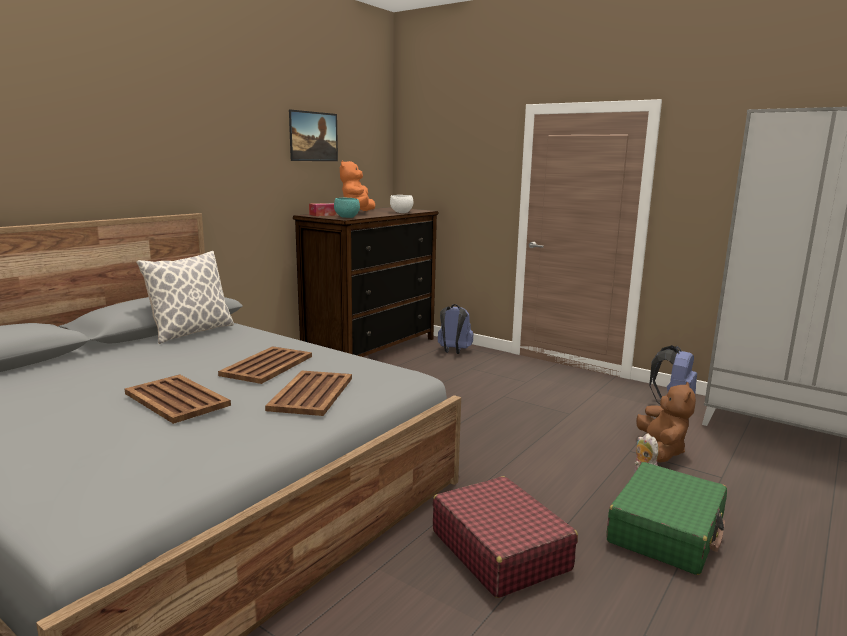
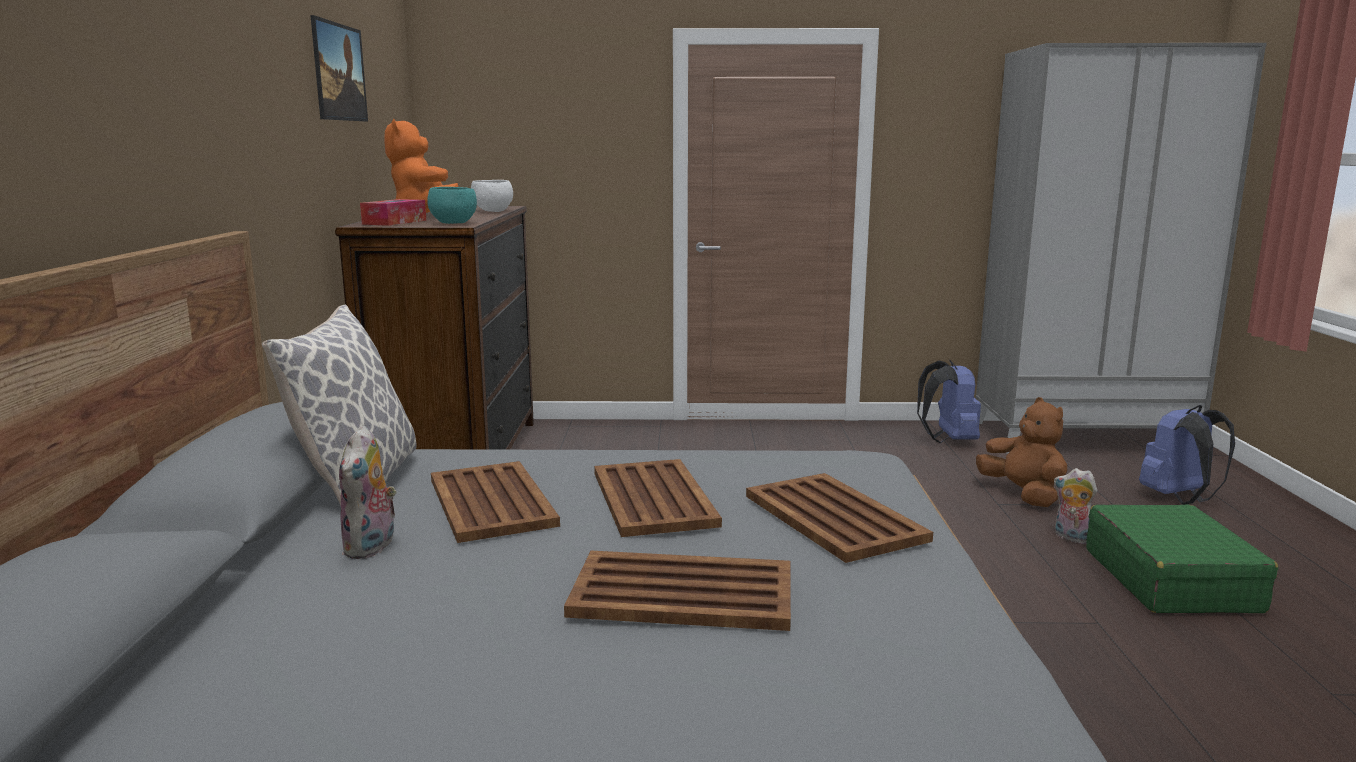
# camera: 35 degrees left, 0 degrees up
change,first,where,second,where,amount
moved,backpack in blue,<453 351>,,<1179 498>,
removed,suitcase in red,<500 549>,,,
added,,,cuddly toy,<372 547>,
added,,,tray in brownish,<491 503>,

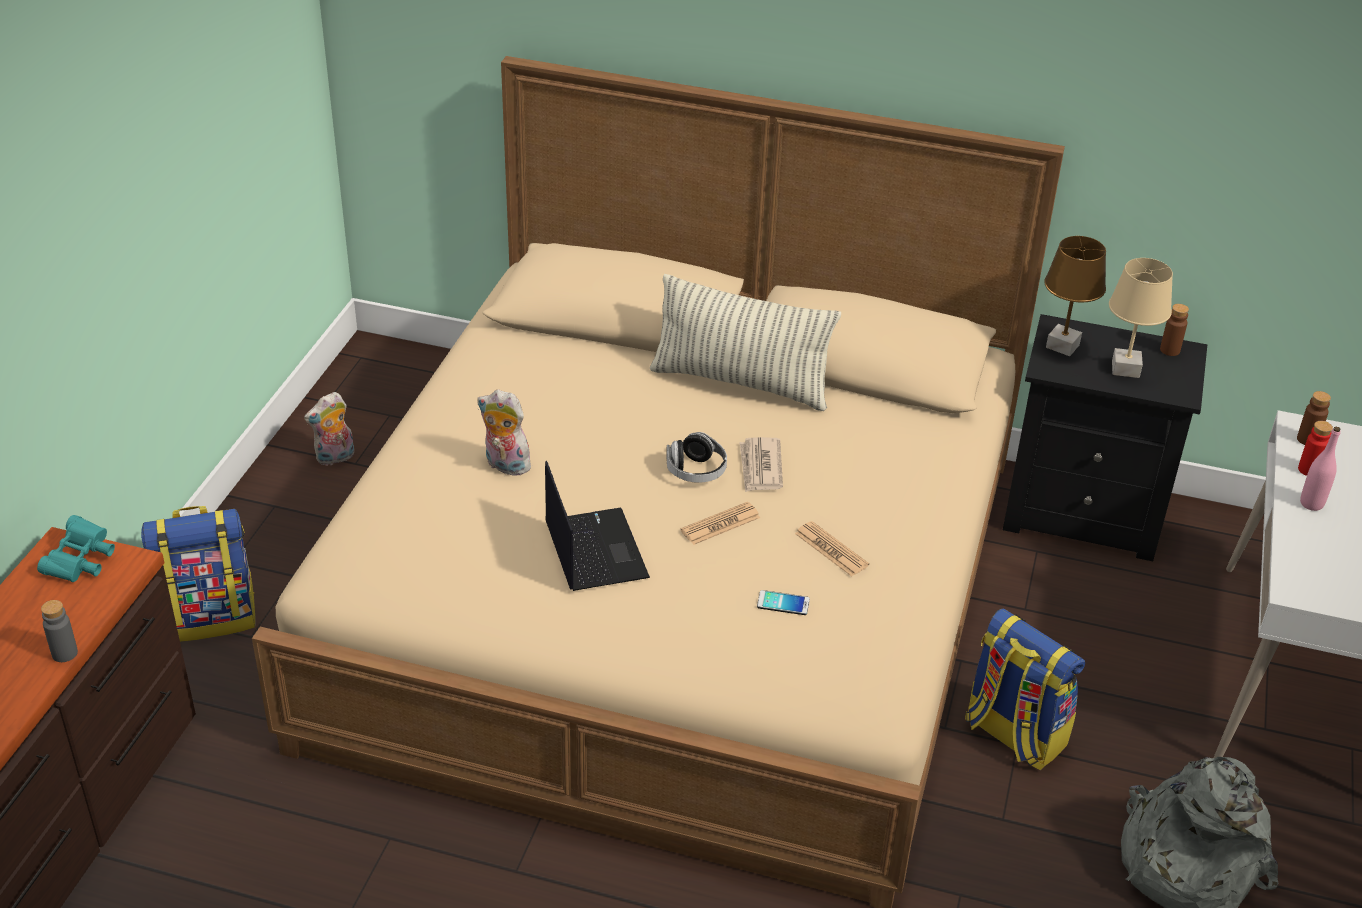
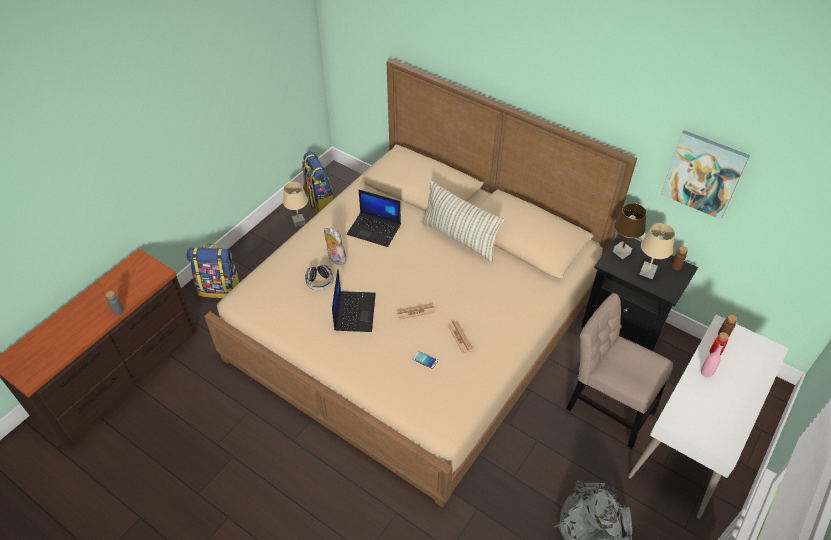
# camera: 20 degrees right, 10 degrees up
change,first,where,second,where,amount
replaced,cuddly toy,<335 458>,lamp for a table in sand-coloured,<299 222>,
moved,headphones,<696 471>,,<320 282>,
removed,daily paper,<760 467>,,,
removed,binoculars in turquoise-coloured,<81 562>,,,
moved,backpack,<1013 734>,,<318 200>,
added,,,picture,<703 174>,
added,,,notebook computer,<375 229>,
added,,,upright chair in sand-coloured,<606 406>,

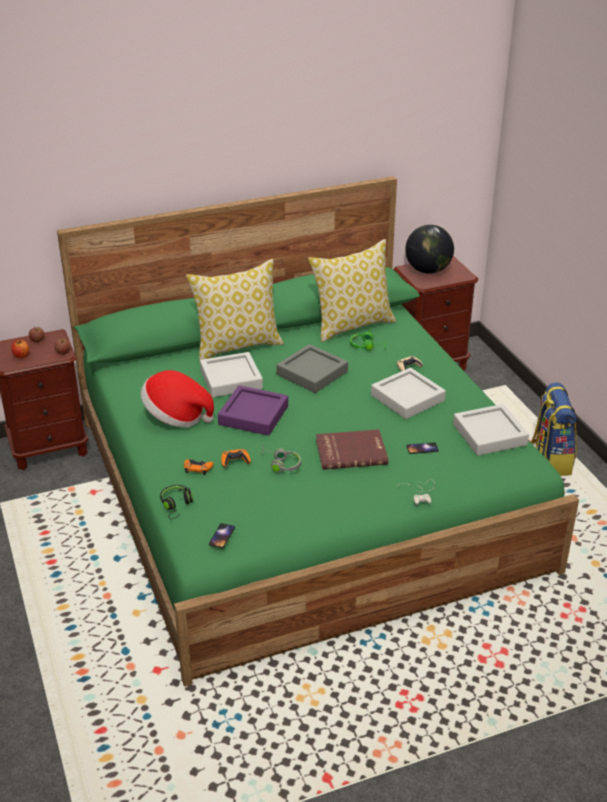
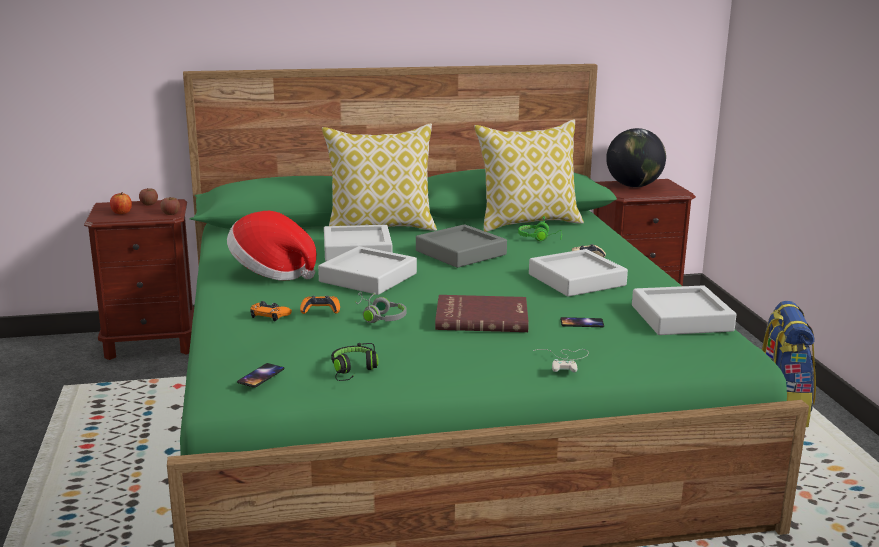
# camera: 10 degrees right, 15 degrees down
change,first,where,second,where,amount
recoloured,tray in purplish,<253 415>,tray in grey,<368 277>,
moved,headphones in black,<176 505>,,<353 370>,

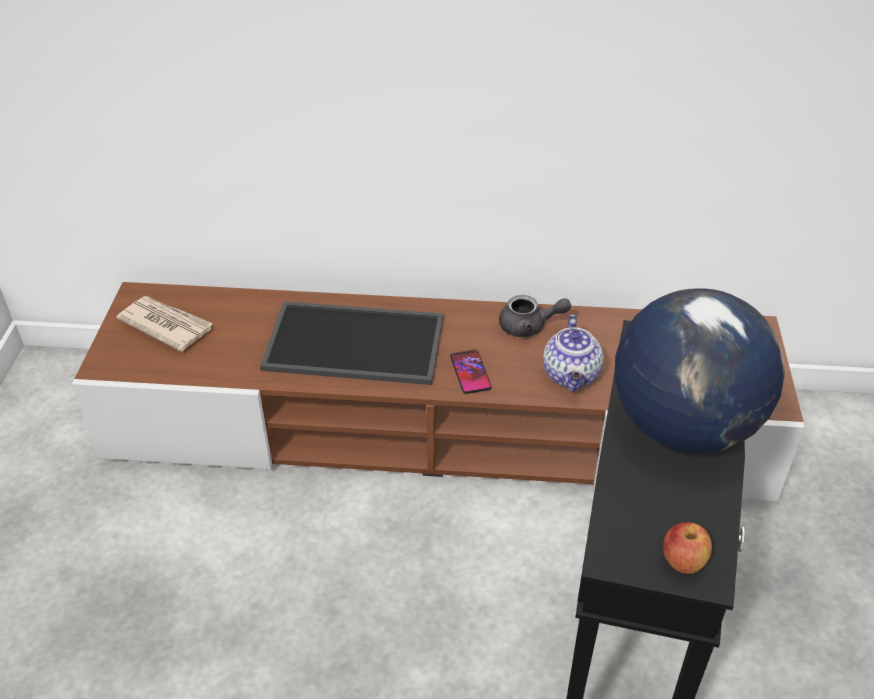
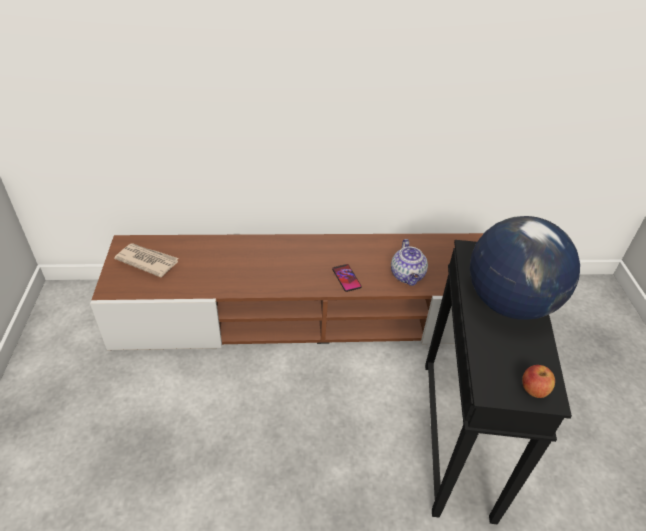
# camera: 10 degrees left, 0 degrees up
change,first,where,second,where,amount
removed,tea pot in grey,<529 327>,,,
removed,tray,<352 345>,,,

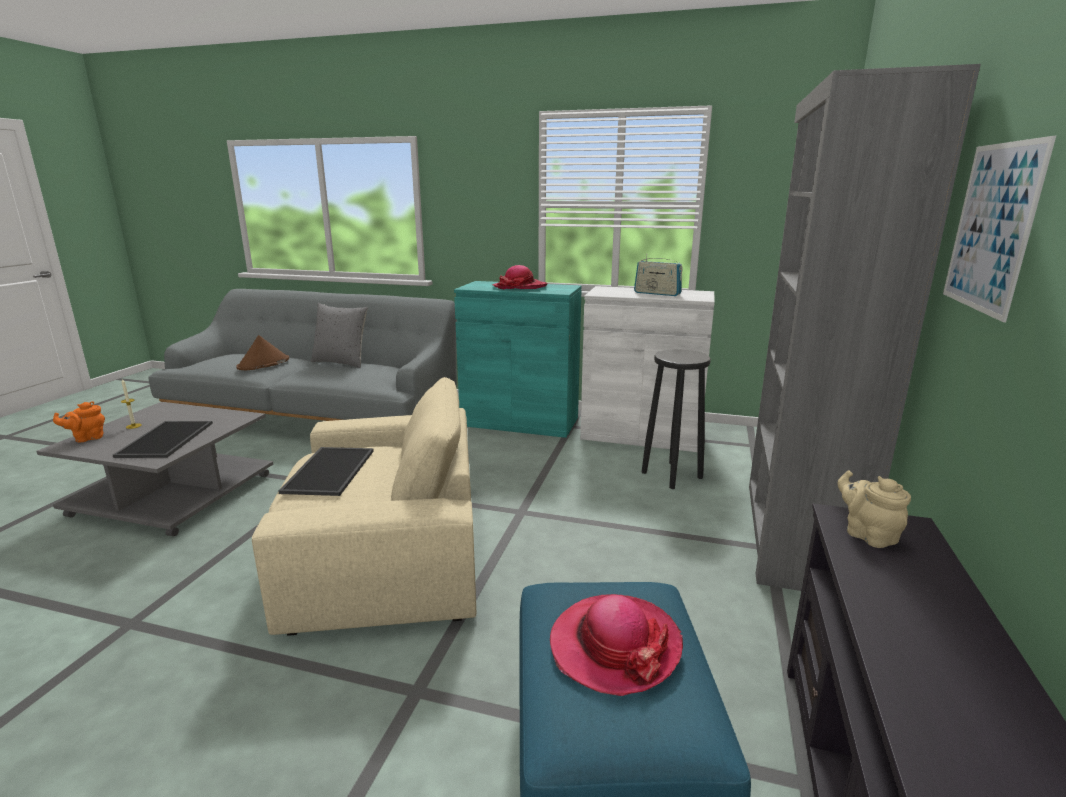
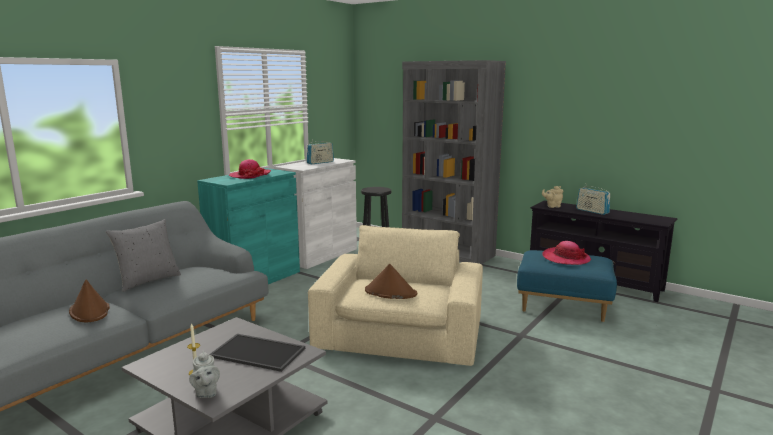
# camera: 70 degrees left, 5 degrees down
change,first,where,second,where,amount
removed,picture,<991 227>,,,
recoloured,tea pot in orange,<87 438>,tea pot in grey,<206 393>,
replaced,tray,<328 470>,wearable hat in brownish,<390 292>,
added,,,radio set,<592 211>,

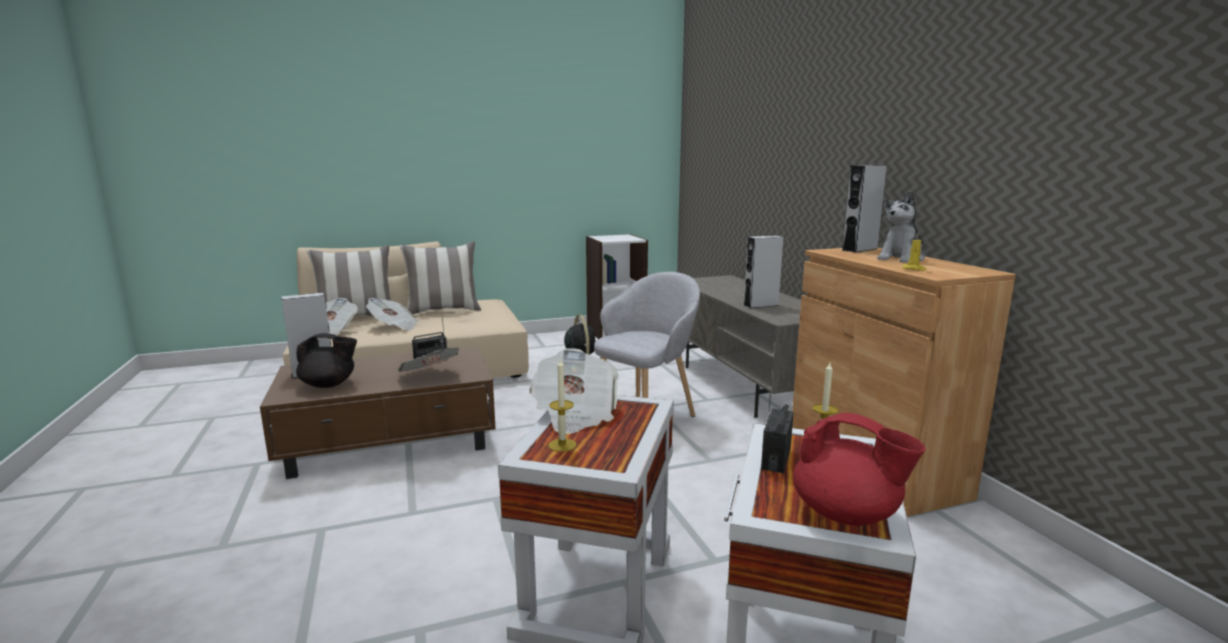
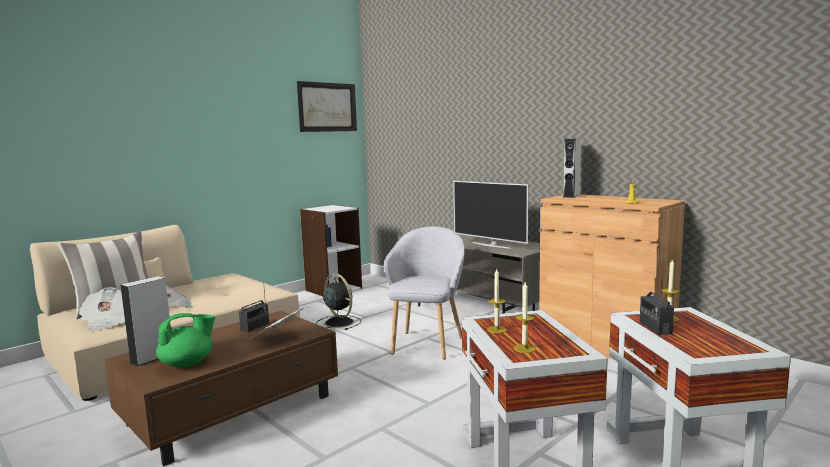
# camera: 25 degrees left, 5 degrees down
change,first,where,second,where,amount
removed,cuddly toy,<901 258>,,,
replaced,loudspeaker in grey,<761 305>,television,<491 245>,
removed,throw pillow,<443 310>,,,
recoloured,tea pot in black,<329 384>,tea pot in greenish,<188 363>,
replaced,daily paper,<574 414>,candle,<496 329>,
removed,tea pot in red,<847 514>,,,
added,,,picture,<327 107>,

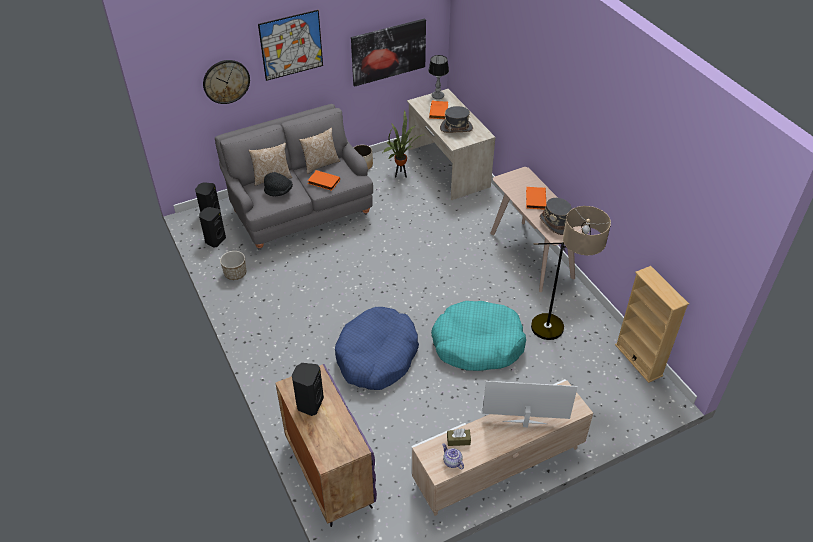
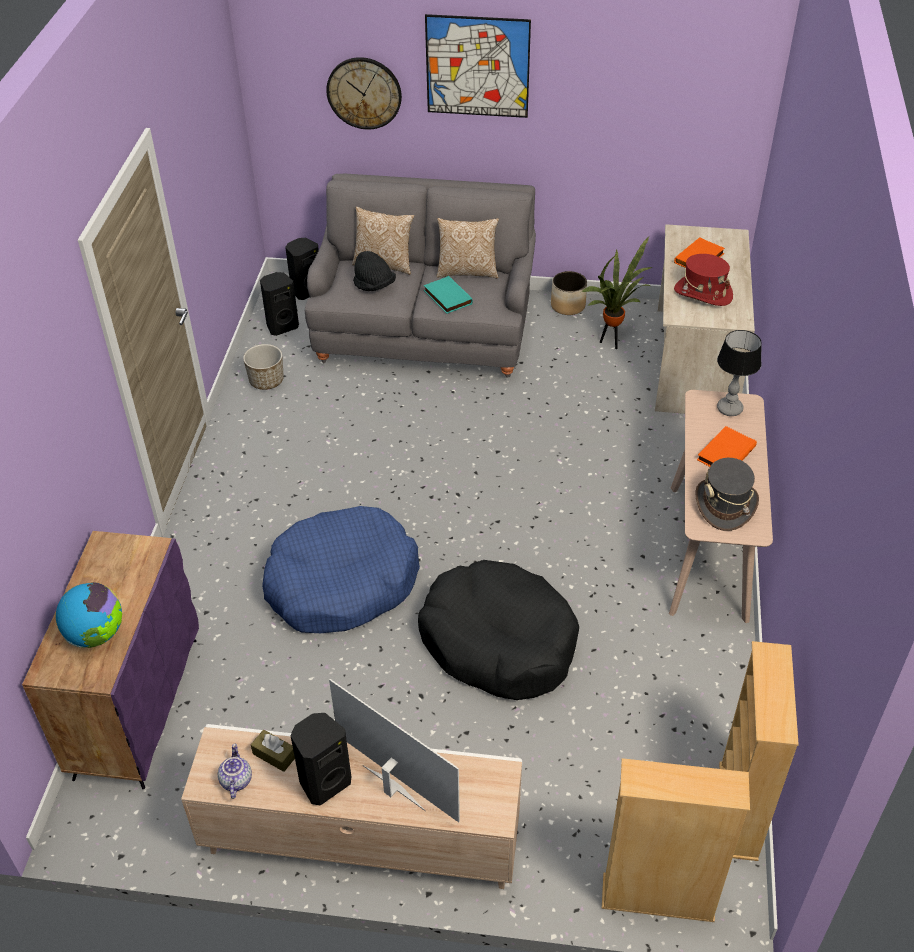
# camera: 35 degrees right, 0 degrees up
change,first,where,second,where,amount
removed,picture,<388 51>,,,
moved,lamp for a table,<438 96>,,<729 409>,
recoloured,wearable hat in grey,<456 128>,wearable hat in red,<703 293>,
recoloured,book in orange,<323 182>,book in turquoise-coloured,<446 297>,
removed,standard lamp,<555 336>,,,
recoloured,pet bed in turquoise-coloured,<477 344>,pet bed in black,<498 642>,
moved,loudspeaker in black,<309 404>,,<324 782>,
added,,,world globe,<96 635>,
added,,,bookcase in sand-coloured,<657 898>,

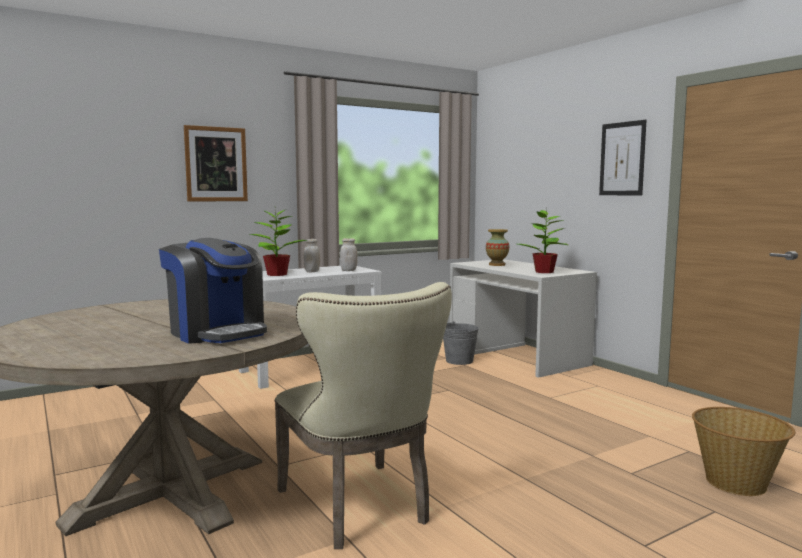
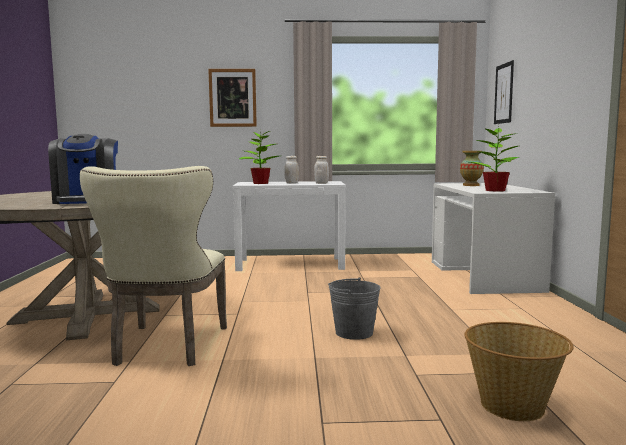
# camera: 30 degrees right, 0 degrees up
change,first,where,second,where,amount
moved,picture,<622 159>,,<504 93>,
moved,pail in grey,<459 361>,,<354 332>,

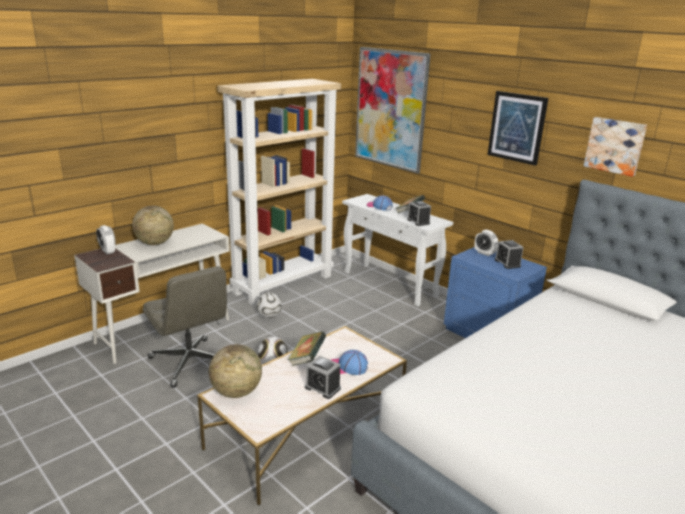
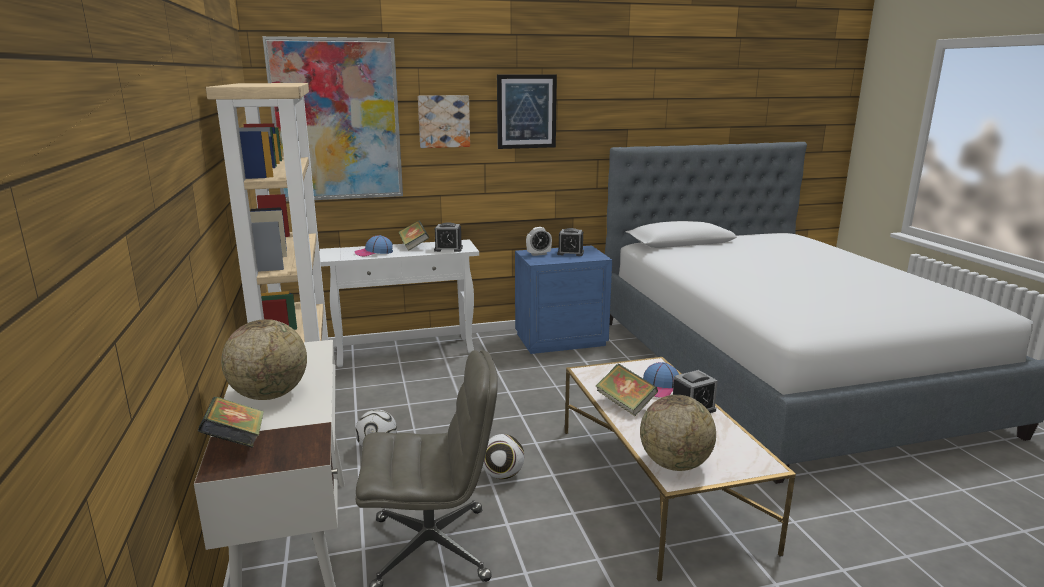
# camera: 60 degrees left, 5 degrees down
change,first,where,second,where,amount
moved,picture,<615 146>,,<443 121>,
replaced,alarm clock,<107 251>,book,<236 443>,

